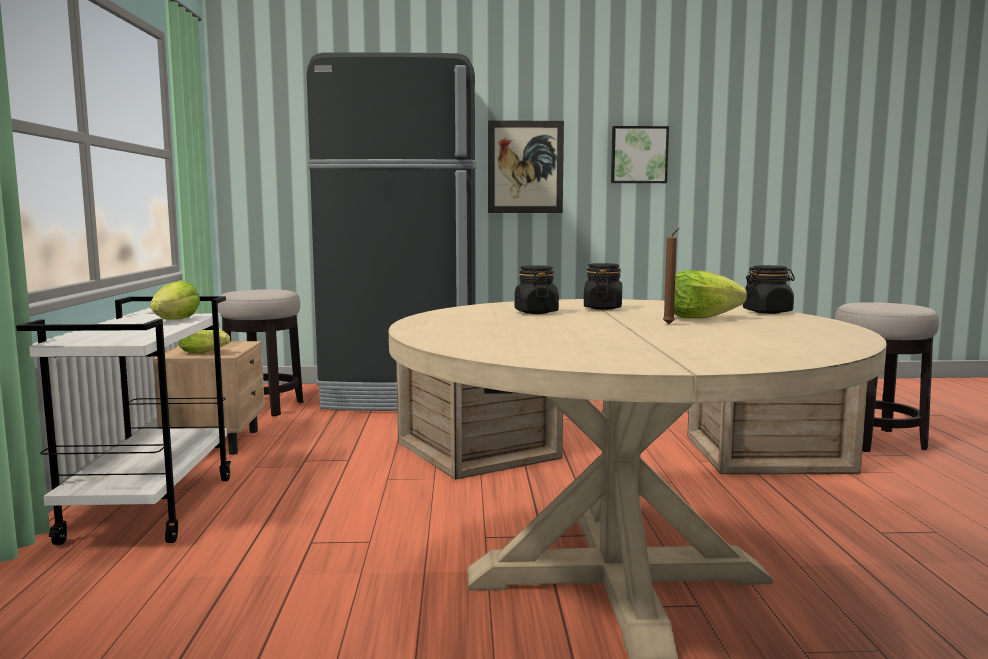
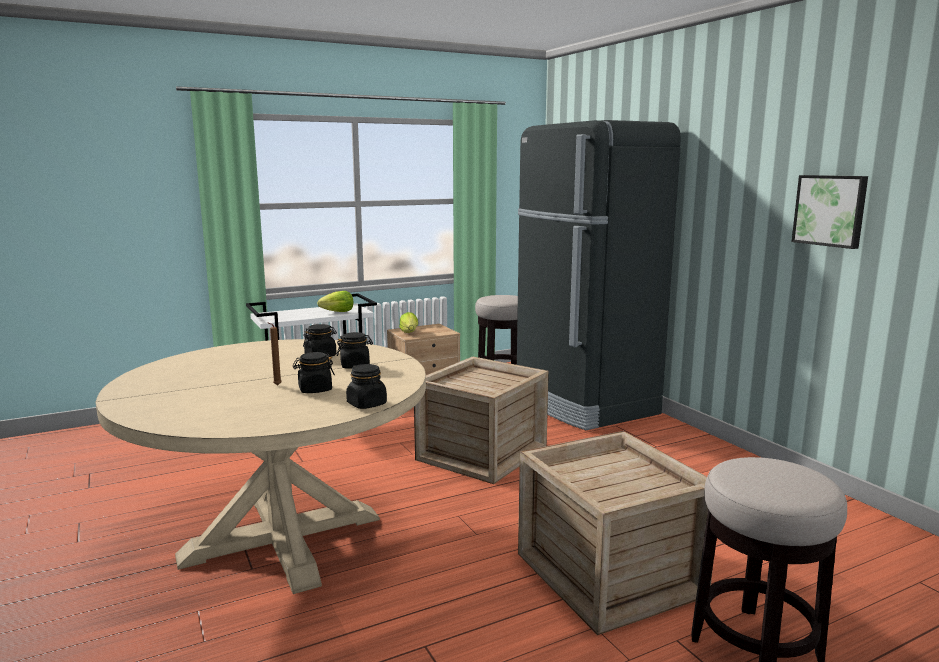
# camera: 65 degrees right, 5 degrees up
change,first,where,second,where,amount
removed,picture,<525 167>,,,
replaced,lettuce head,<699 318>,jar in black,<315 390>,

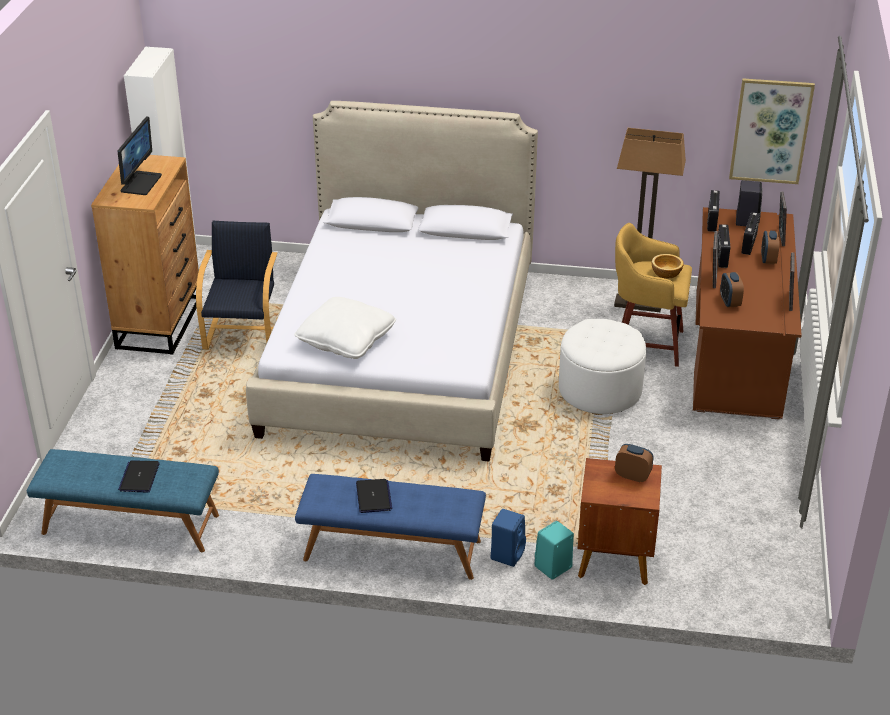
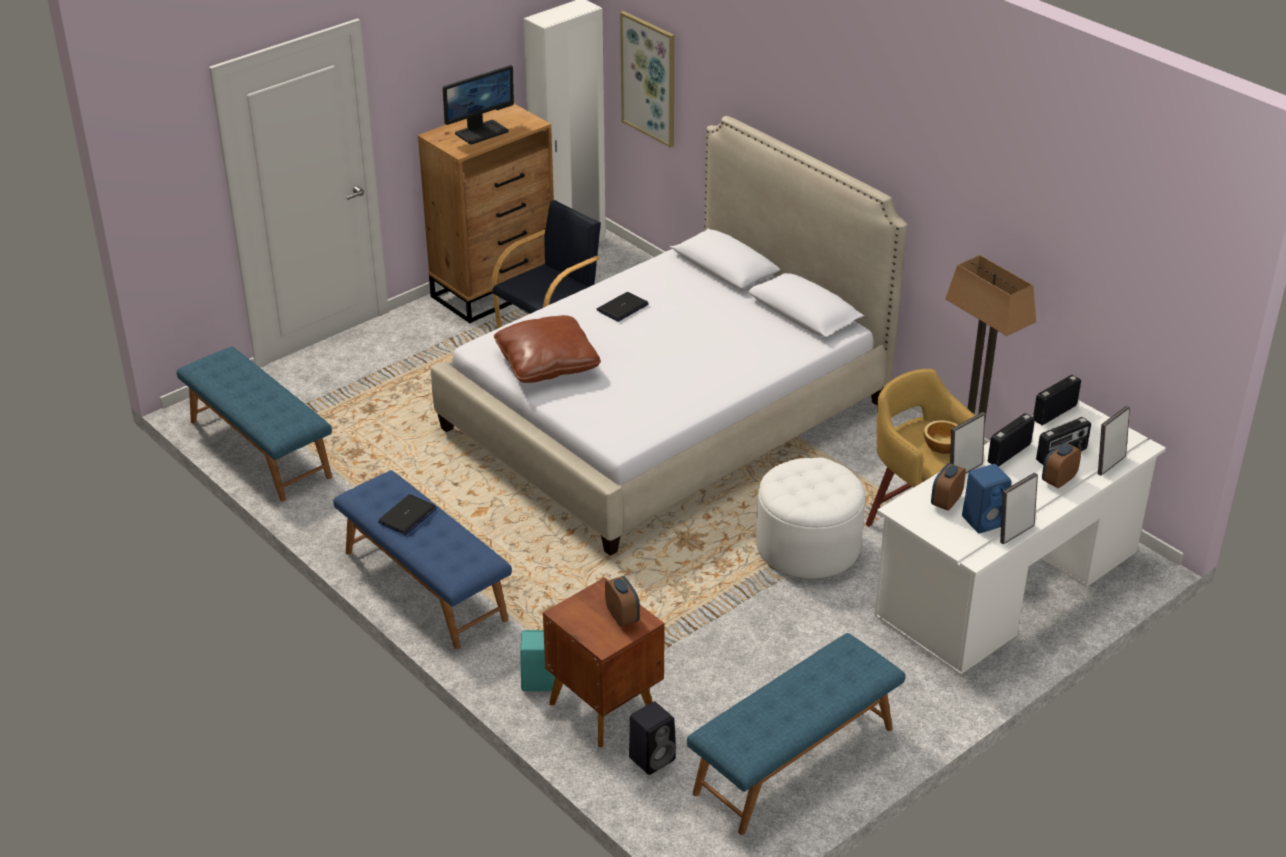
# camera: 40 degrees right, 0 degrees up
change,first,where,second,where,amount
moved,picture,<770 131>,,<649 78>,
moved,loudspeaker in black,<746 220>,,<653 757>,
recoloured,desk table in brownish,<737 353>,desk table in whitish,<1008 585>,
recoloured,throw pillow in whitish,<346 340>,throw pillow in brownish,<547 364>,
moved,notebook computer,<139 477>,,<622 307>,
moved,loudspeaker in blue,<507 554>,,<985 520>,
added,,,long seat in blue,<795 761>,

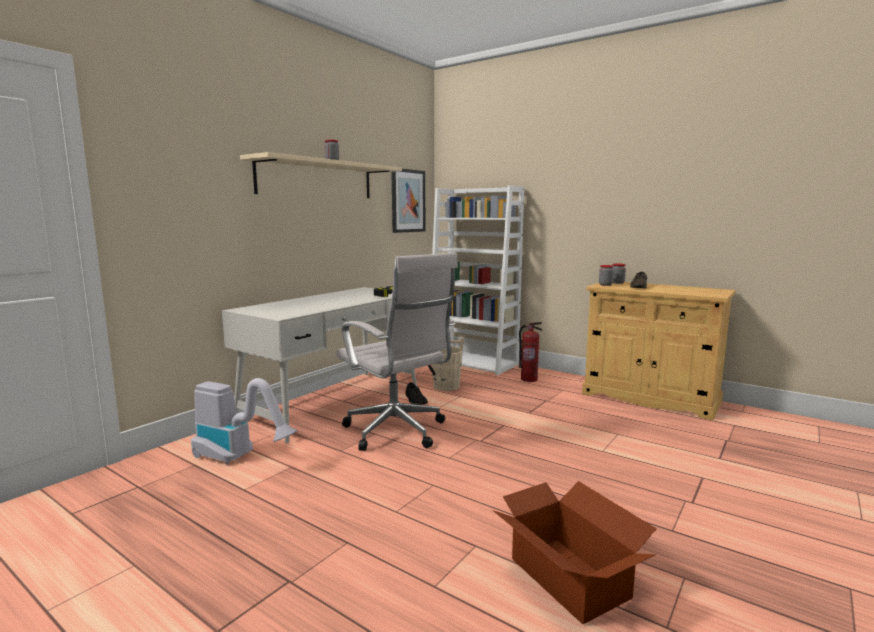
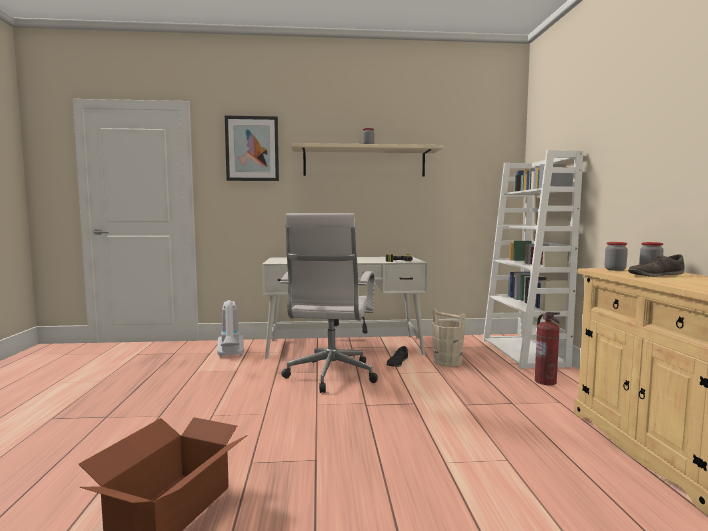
# camera: 50 degrees right, 5 degrees down
change,first,where,second,where,amount
moved,picture,<408 201>,,<252 149>,

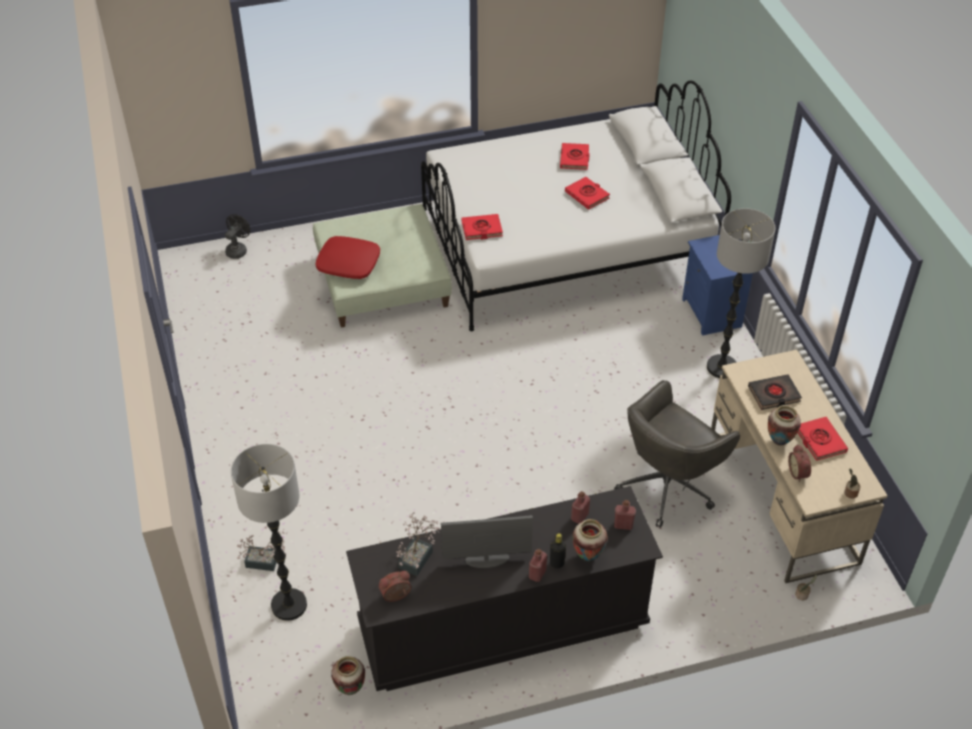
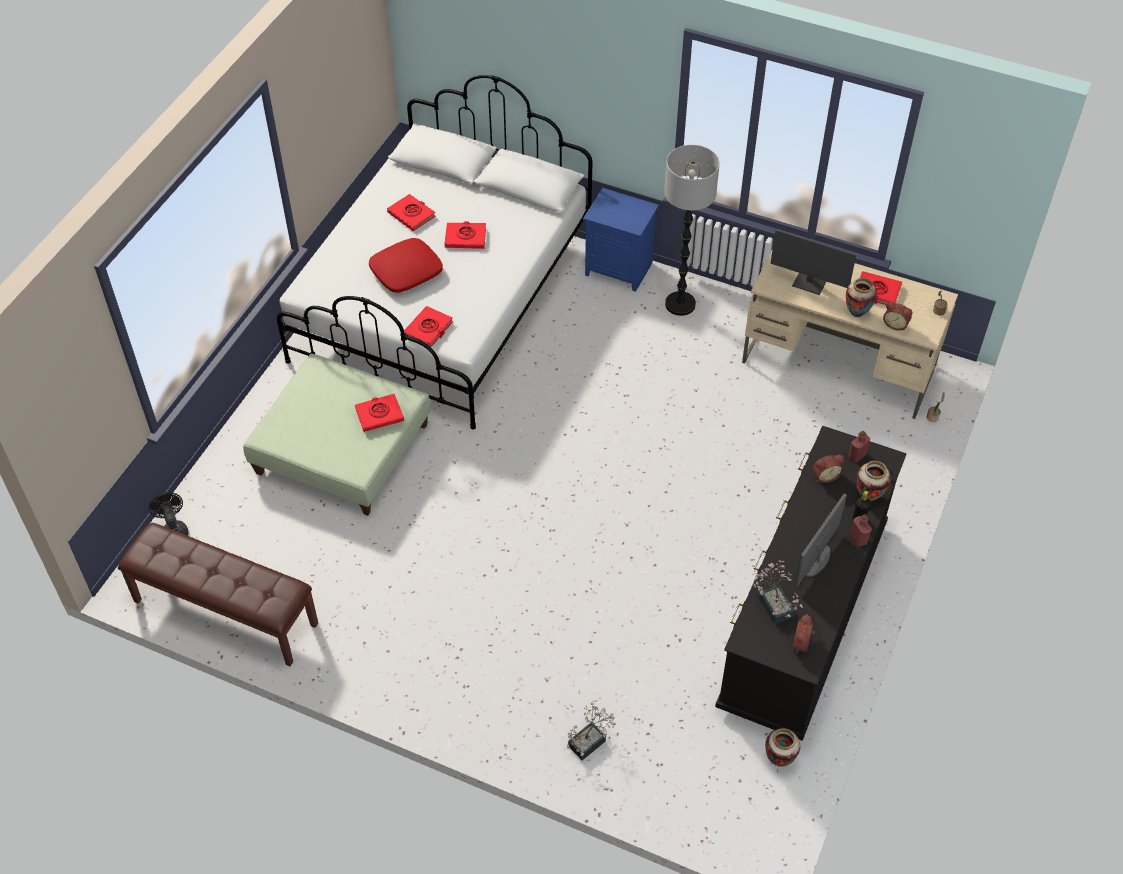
# camera: 50 degrees left, 5 degrees up
change,first,where,second,where,amount
moved,throw pillow in red,<348 264>,,<406 272>,
replaced,book in black,<774 395>,computer screen,<809 283>,
removed,desk chair in grey,<668 485>,,,
removed,standard lamp,<289 605>,,,
replaced,drink bottle in red,<579 517>,alarm clock,<825 476>,
added,,,book in red,<379 415>,
added,,,long seat in brownish,<224 613>,

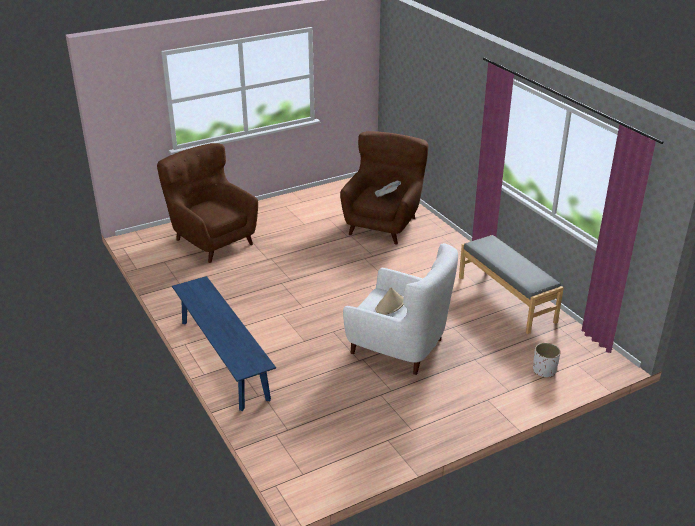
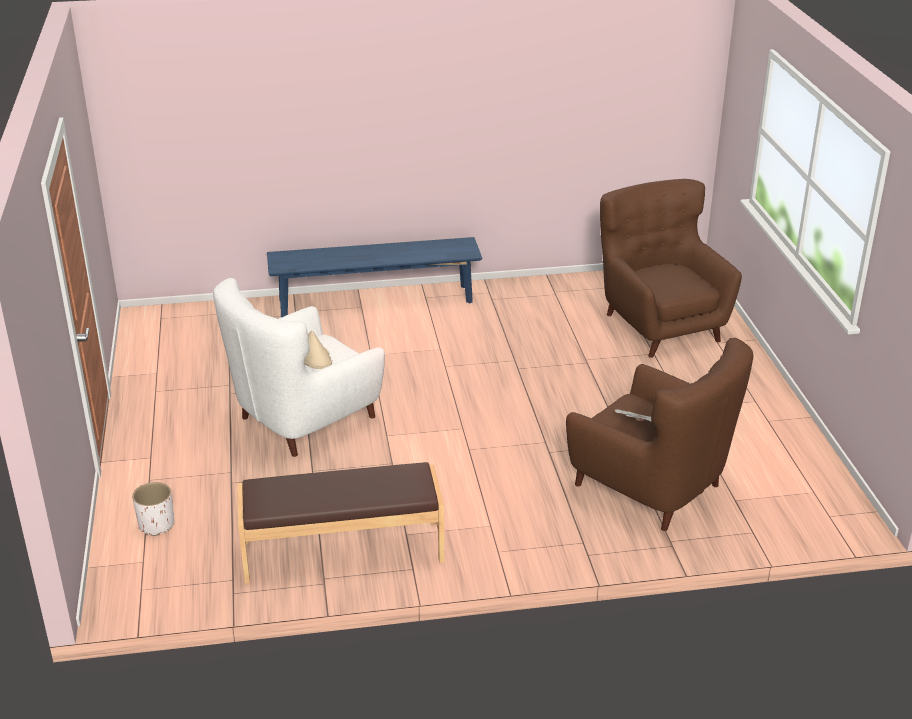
# camera: 110 degrees right, 0 degrees up
change,first,where,second,where,amount
turned,lounge chair in brownish,<212 240>,,<660 325>,90 degrees counterclockwise
recoloured,long seat in grey,<506 299>,long seat in brownish,<343 552>,

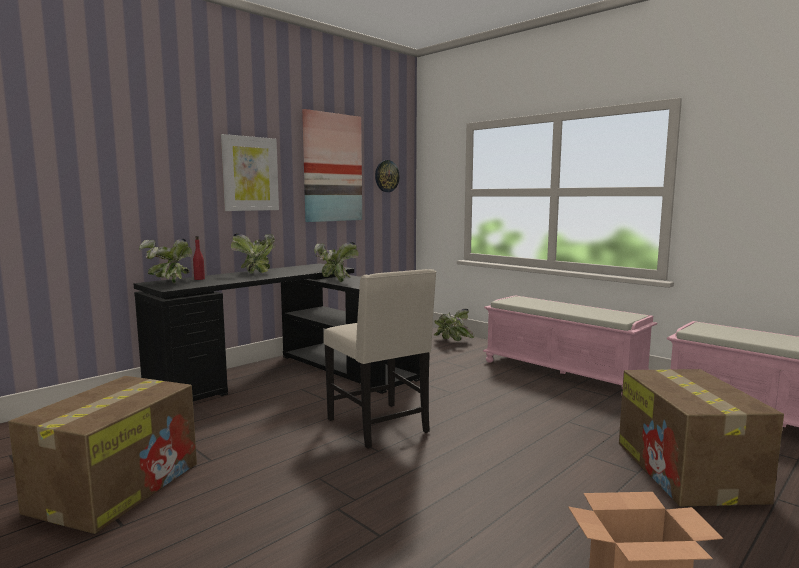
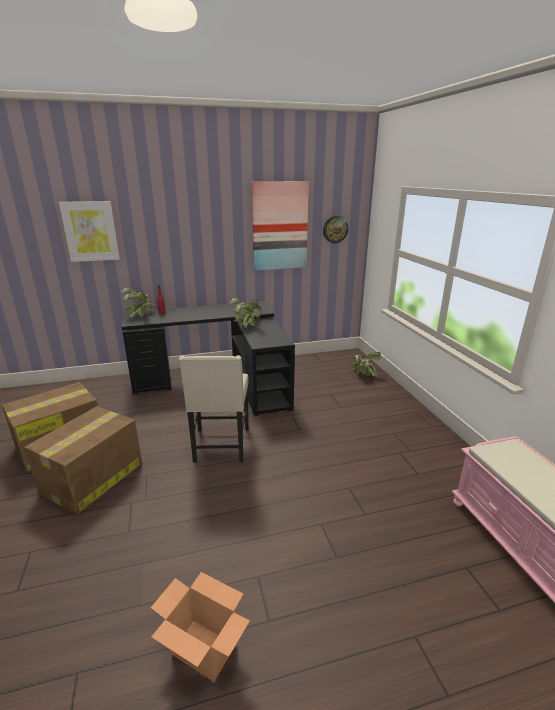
# camera: 30 degrees right, 15 degrees up
change,first,where,second,where,amount
moved,picture,<250 174>,,<90 231>,
removed,houseplant,<257 273>,,,
removed,long seat in pink-coloured,<563 372>,,,
moved,carton,<688 472>,,<92 479>,

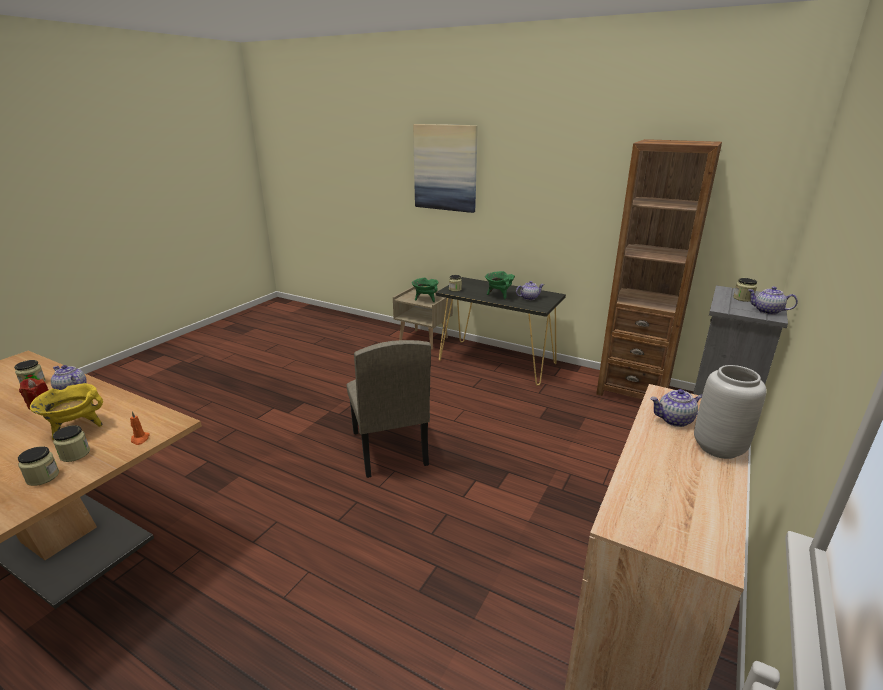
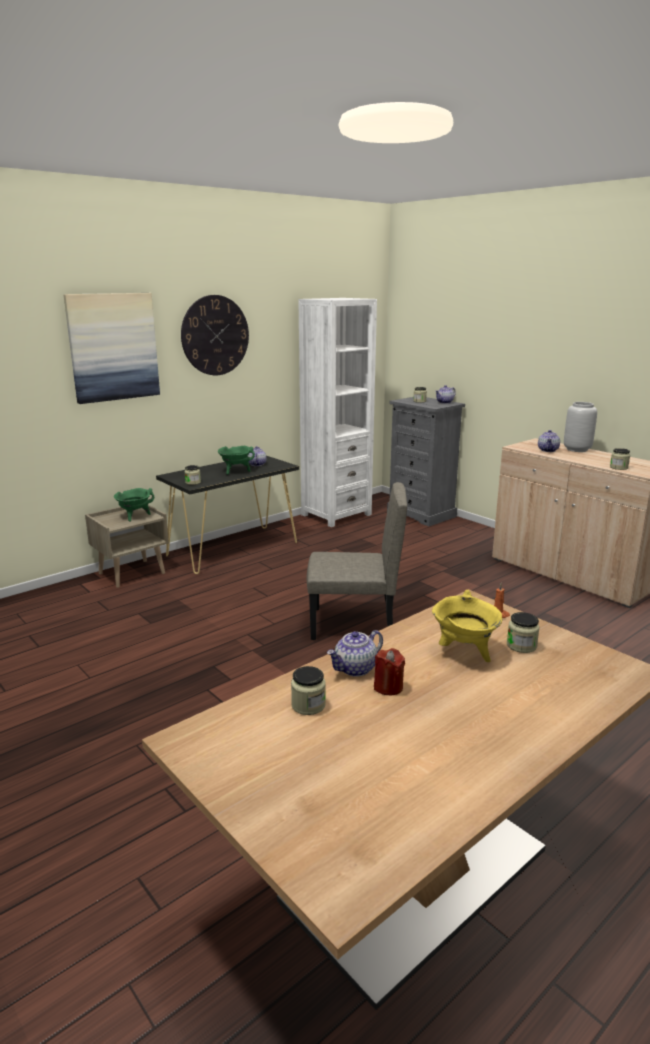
# camera: 70 degrees left, 5 degrees down
change,first,where,second,where,amount
recoloured,bookcase in brownish,<633 390>,bookcase in whitish,<336 515>,
moved,jar,<43 477>,,<618 467>,
added,,,clock on the wall,<215 335>,

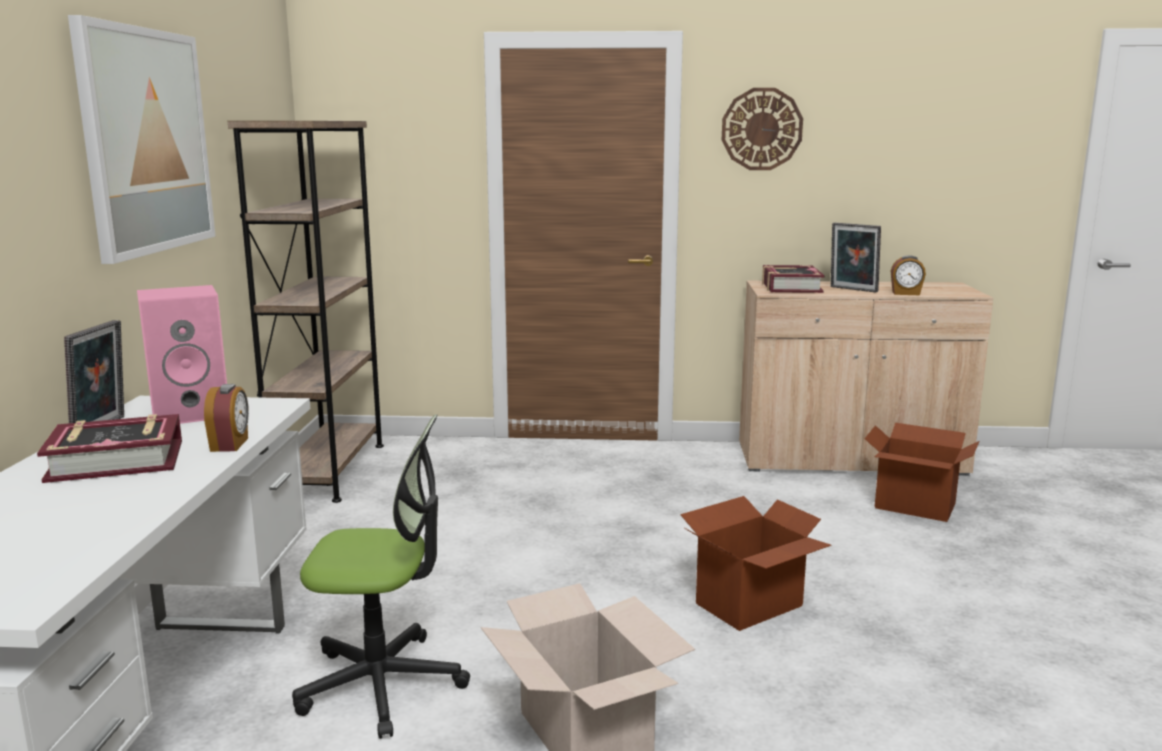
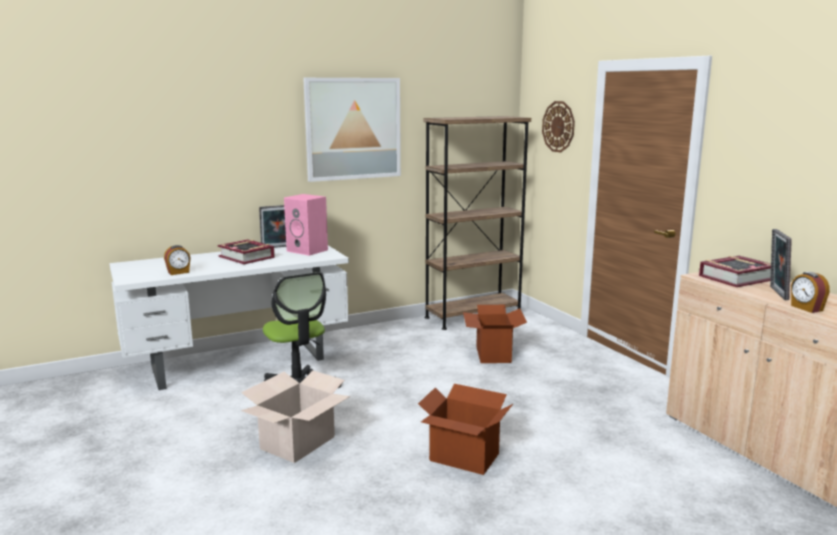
# camera: 60 degrees right, 0 degrees up
change,first,where,second,where,amount
moved,clock on the wall,<761 129>,,<558 126>,
moved,alarm clock,<230 444>,,<178 272>,
moved,carton,<915 506>,,<492 354>,

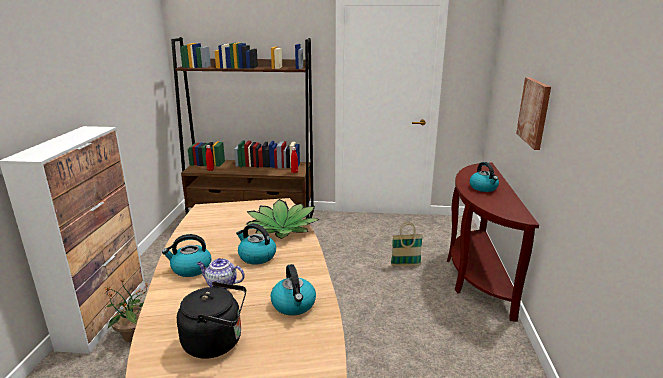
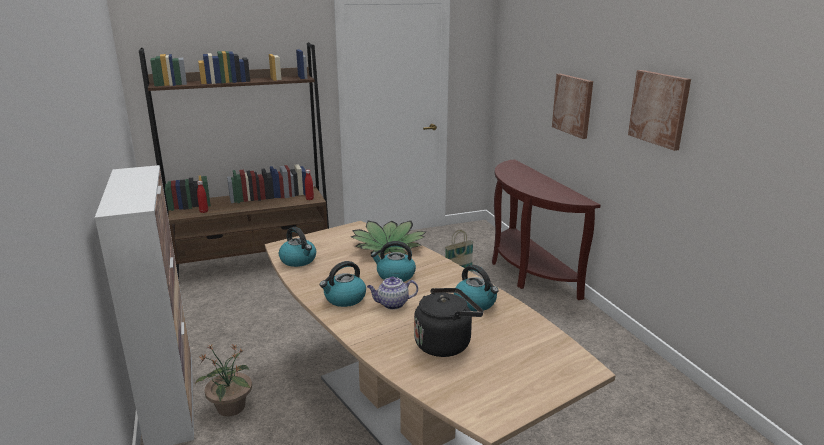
# camera: 25 degrees left, 0 degrees up
change,first,where,second,where,amount
moved,water kettle,<483 188>,,<298 260>,
added,,,picture,<659 108>,

